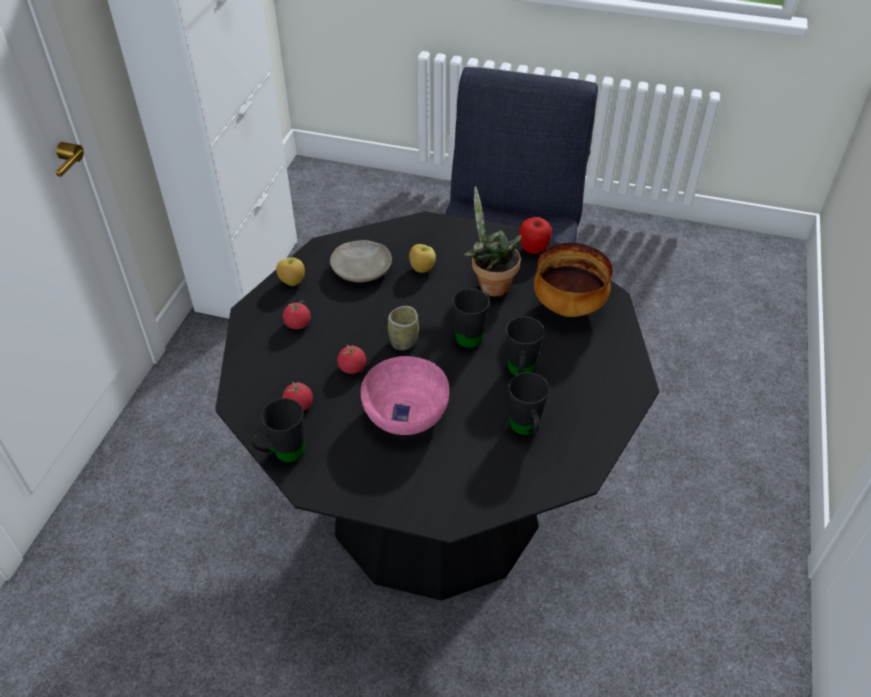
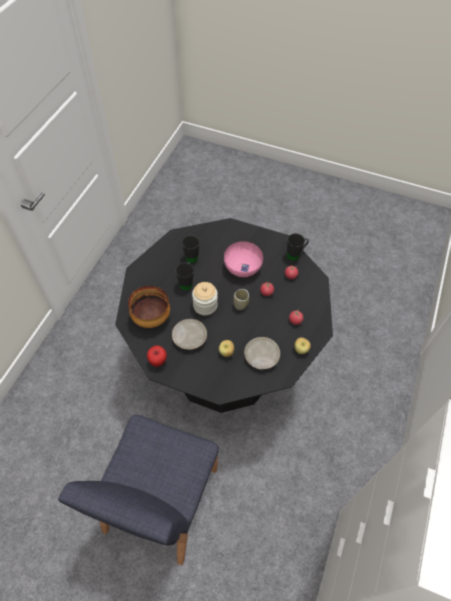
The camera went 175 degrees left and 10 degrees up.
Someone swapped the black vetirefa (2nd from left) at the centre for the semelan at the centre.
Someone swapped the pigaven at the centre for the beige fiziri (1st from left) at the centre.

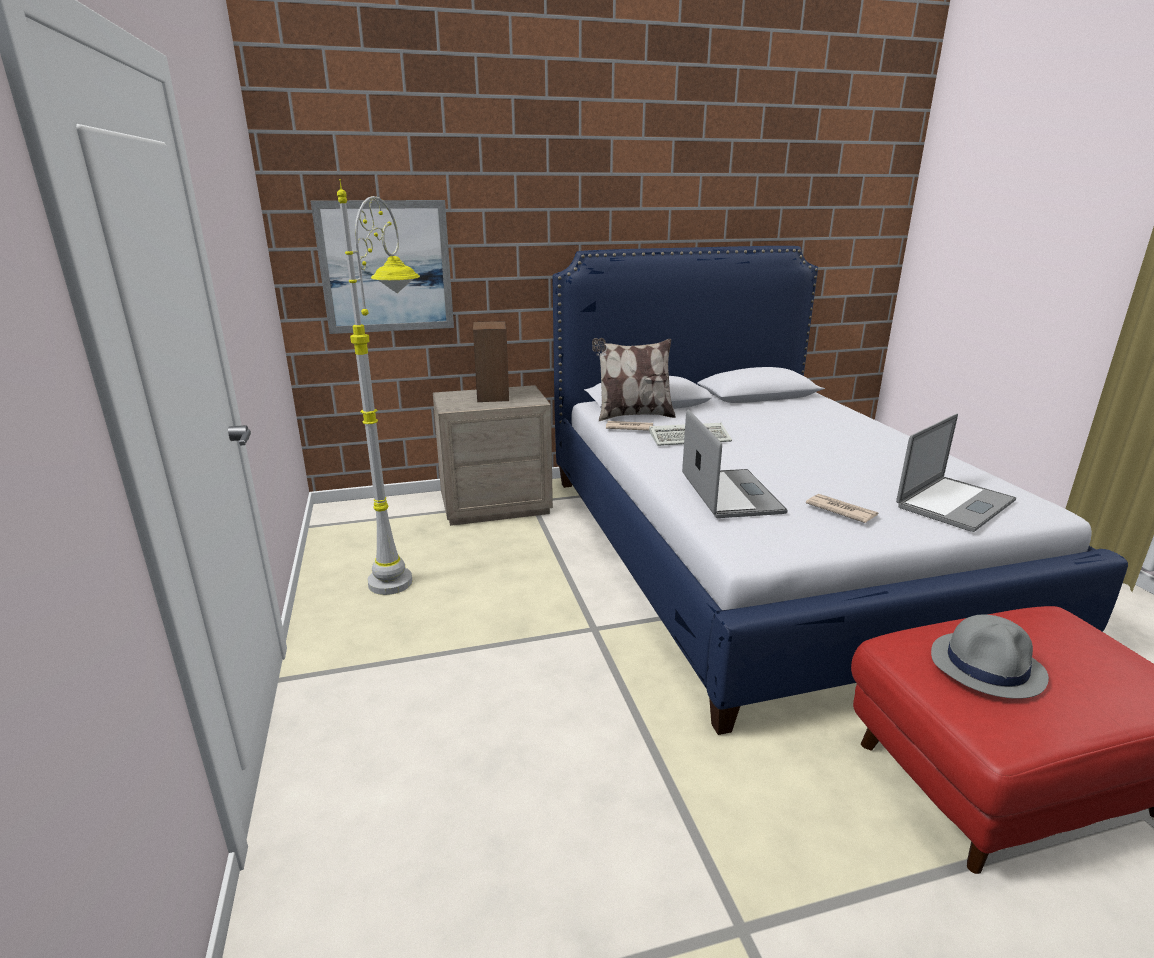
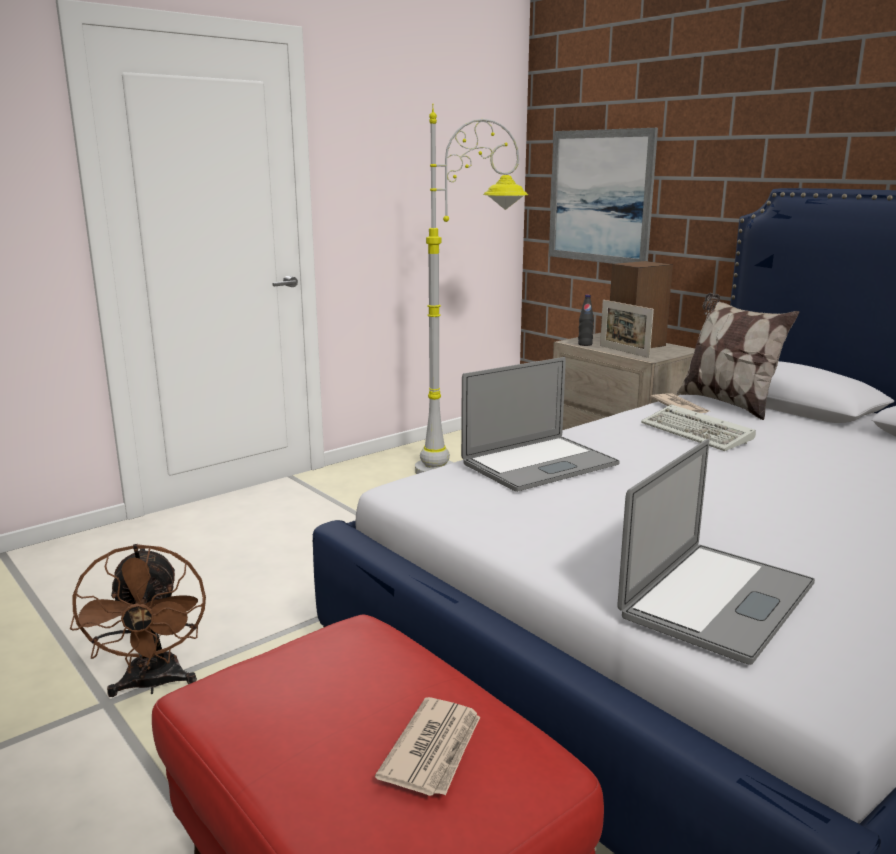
The camera went 65 degrees right and 5 degrees down.
Someone took away the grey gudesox at the bottom right.
Someone put down the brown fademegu at the bottom left.
Someone put down the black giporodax at the centre.
Someone put down the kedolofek at the middle right.
Someone carried the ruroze (2nd from left in the first image) from the middle right to the bottom centre.
Someone rotated the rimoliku (2nd from left) at the middle right by 75 degrees counterclockwise.

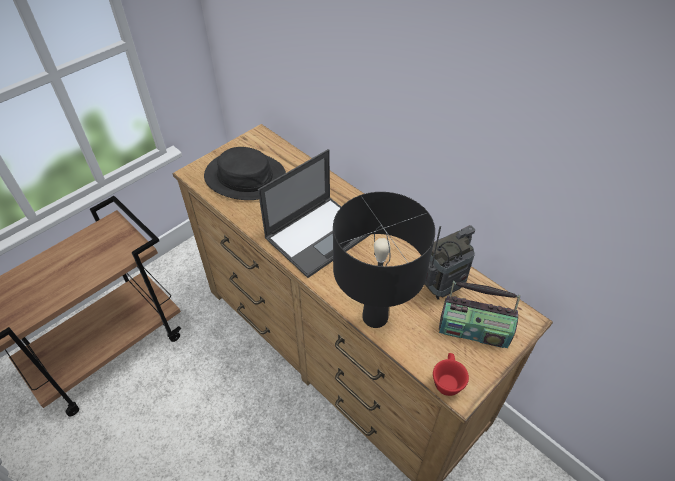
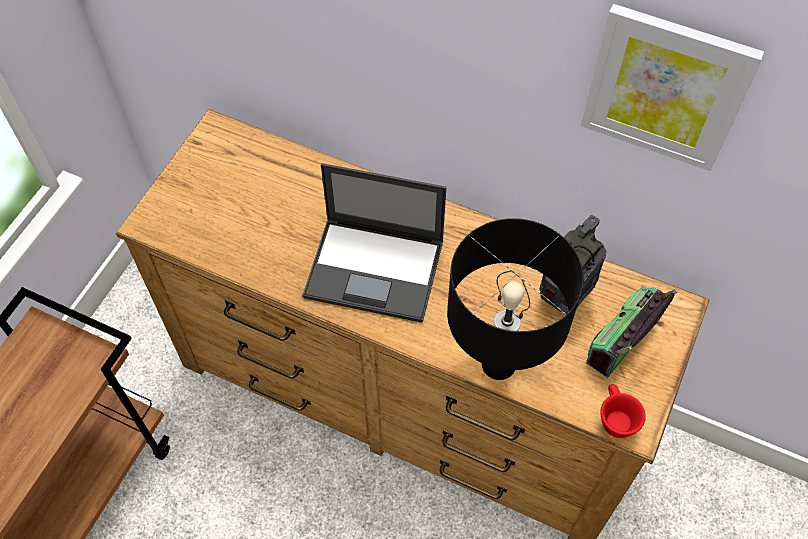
The camera went 20 degrees left and 10 degrees up.
Someone took away the black gudesox at the centre.
Someone put up the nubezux at the top right.
Someone rotated the rimoliku at the centre by 75 degrees clockwise.
Someone rotated the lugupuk (2nd from left) at the middle right by 135 degrees clockwise.

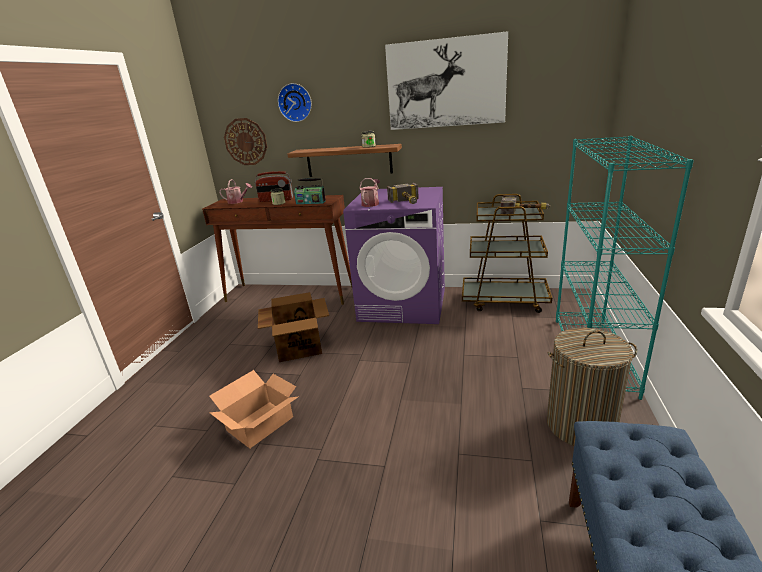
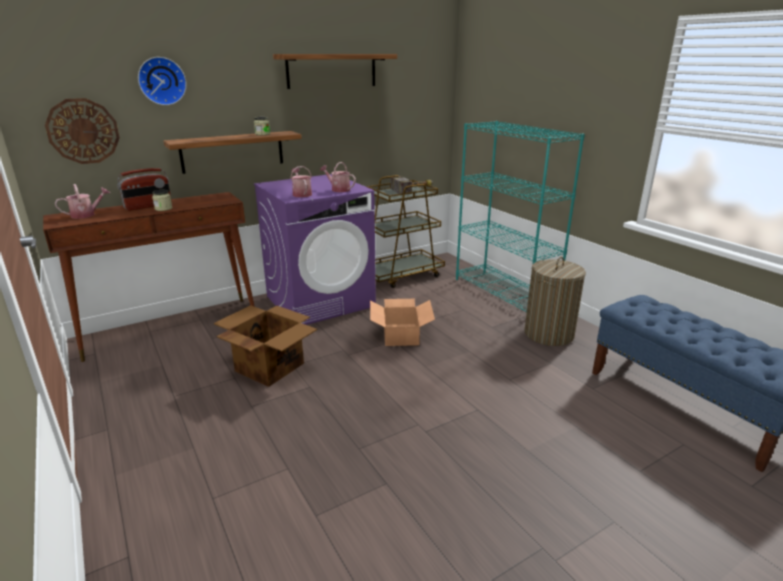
The camera went 45 degrees left and 0 degrees up.
Someone took away the lugupuk (2nd from left) at the centre.
Someone carried the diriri (1st from left in the first image) from the bottom left to the centre.
Someone swapped the nubezux at the top centre for the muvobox (2nd from left) at the top centre.
Someone swapped the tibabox (1st from left) at the centre for the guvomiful (3rd from left) at the top centre.

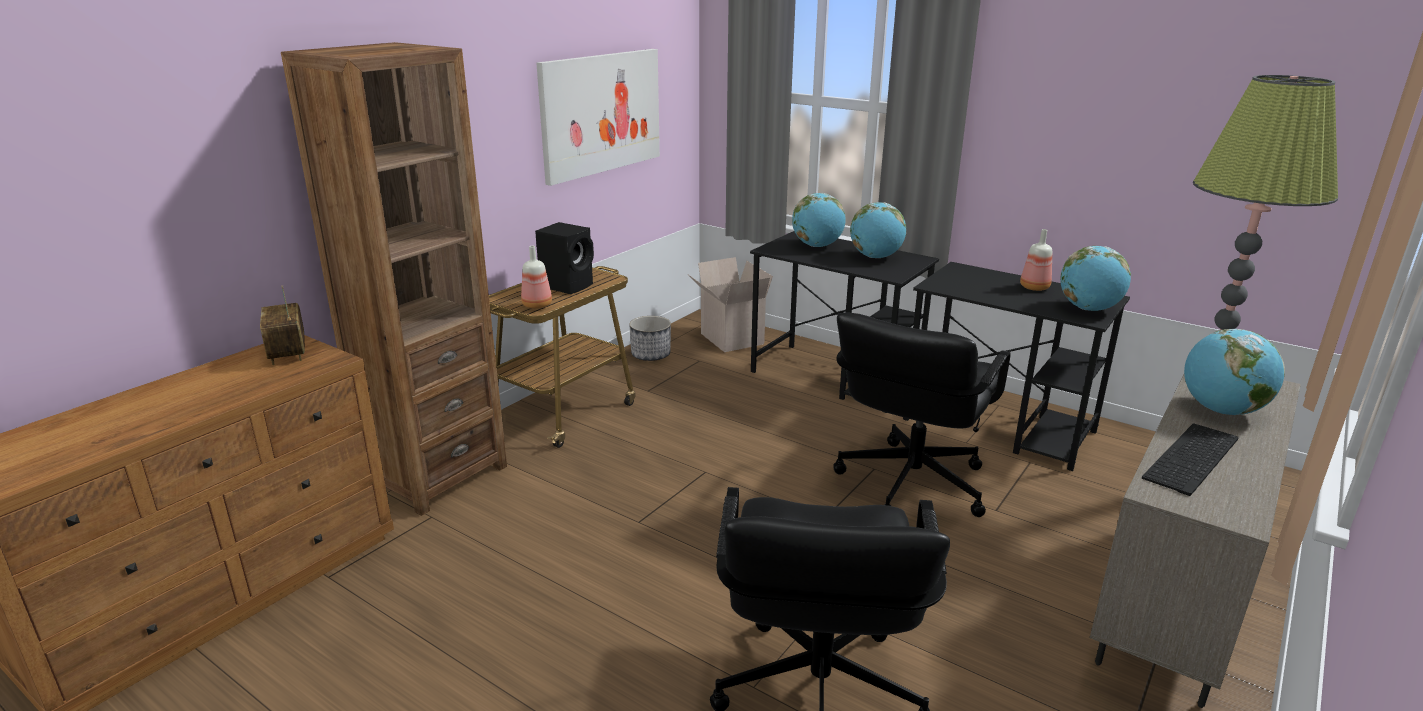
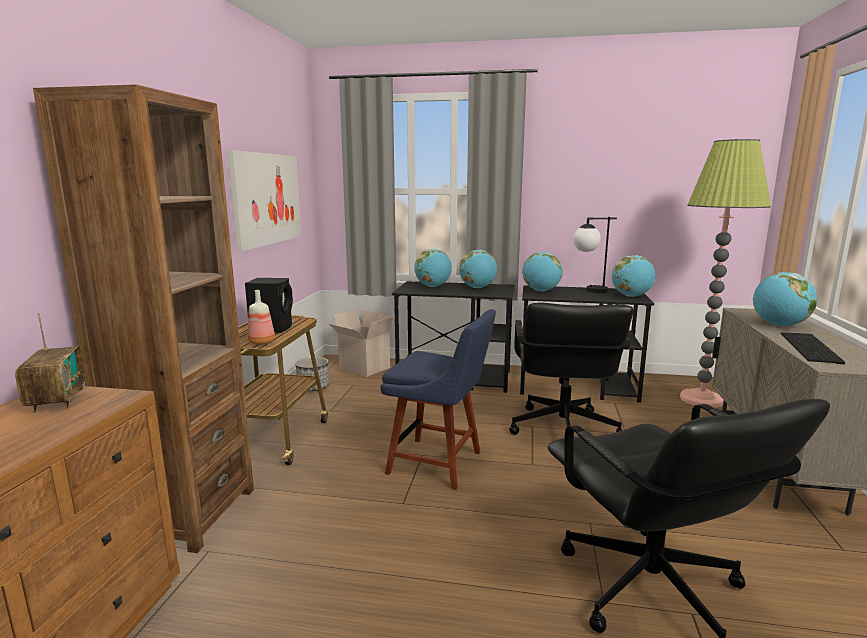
The camera went 25 degrees left and 10 degrees down.
Someone put down the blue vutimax at the centre.
Someone put down the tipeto (3rd from left) at the centre.
Someone swapped the giporodax (2nd from left) at the middle right for the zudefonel at the middle right.
Someone rotated the lugupuk at the middle left by 150 degrees counterclockwise.

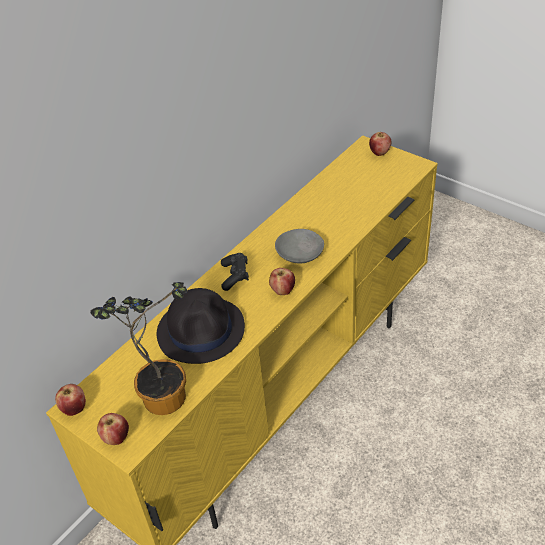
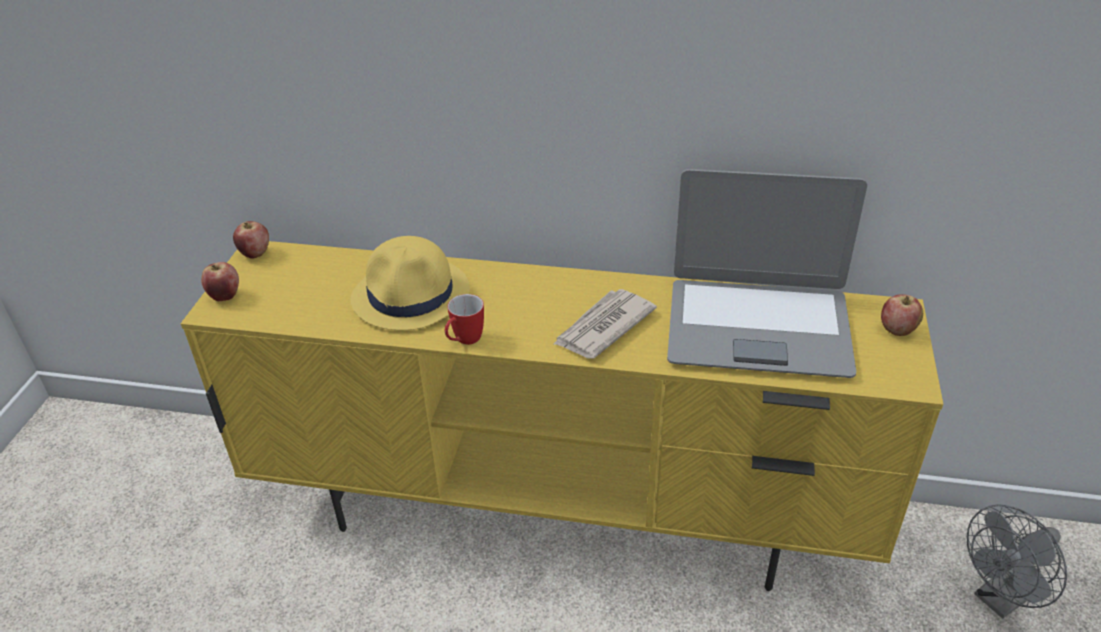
The camera went 60 degrees right and 5 degrees down.
Someone took away the pigaven at the middle left.
Someone took away the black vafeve at the centre.
Someone took away the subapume (3rd from left) at the centre.
Someone put down the vetirefa at the centre.
Someone put down the rimoliku at the middle right.
Someone put down the grey fademegu at the bottom right.
Someone swapped the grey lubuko at the centre for the ruroze at the centre.
Someone repainted the black gudesox at the centre, which became the yellow gudesox at the centre.

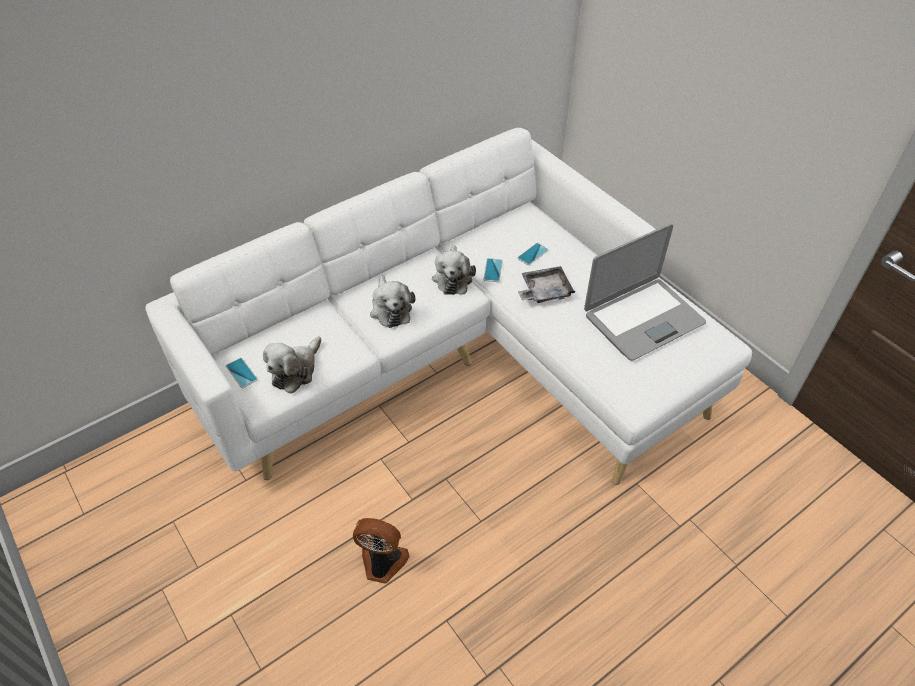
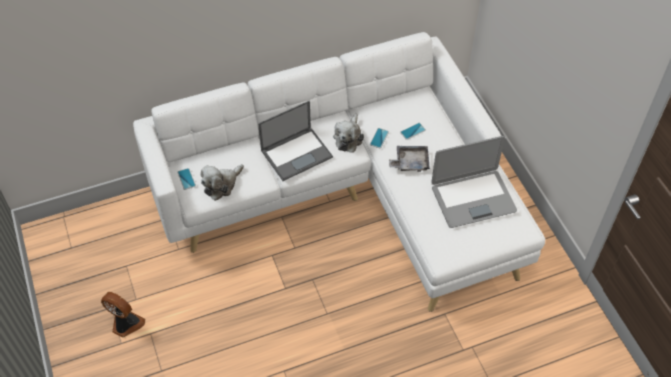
The camera went 15 degrees right and 5 degrees up.
Someone carried the fademegu from the bottom centre to the bottom left.
Someone swapped the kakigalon (2nd from left) at the centre for the rimoliku (1st from left) at the centre.

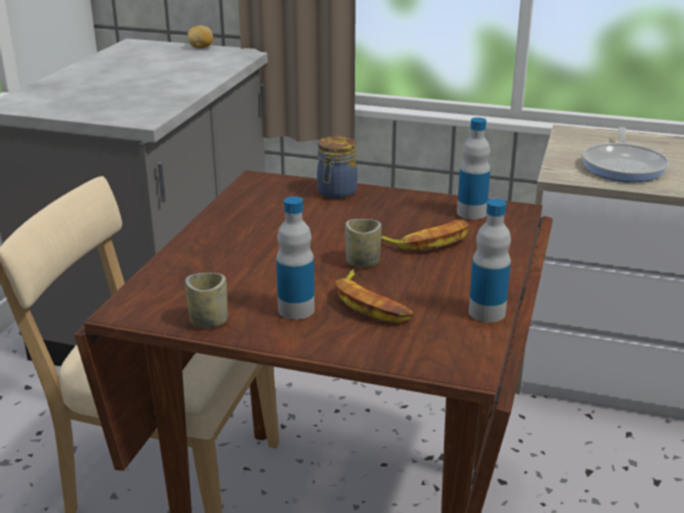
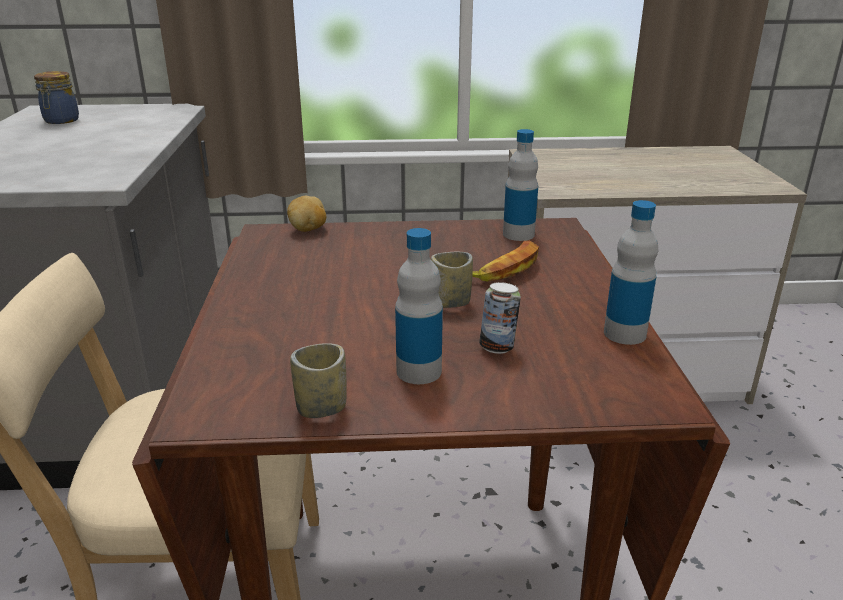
The camera went 20 degrees left and 0 degrees up.
Someone took away the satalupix at the top right.
Someone carried the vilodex from the top left to the centre.
Someone carried the semelan from the top centre to the top left.
Someone swapped the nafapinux (1st from left) at the centre for the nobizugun at the centre.

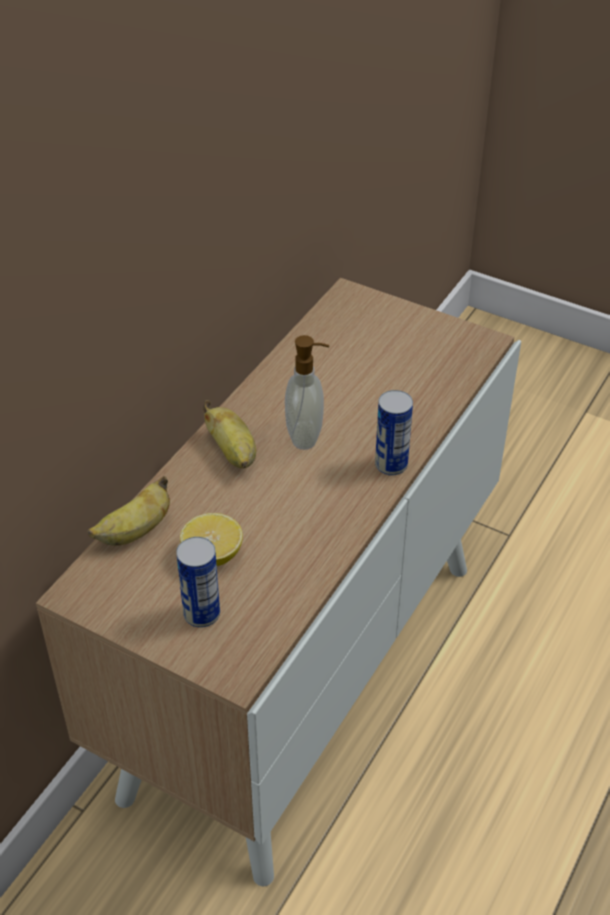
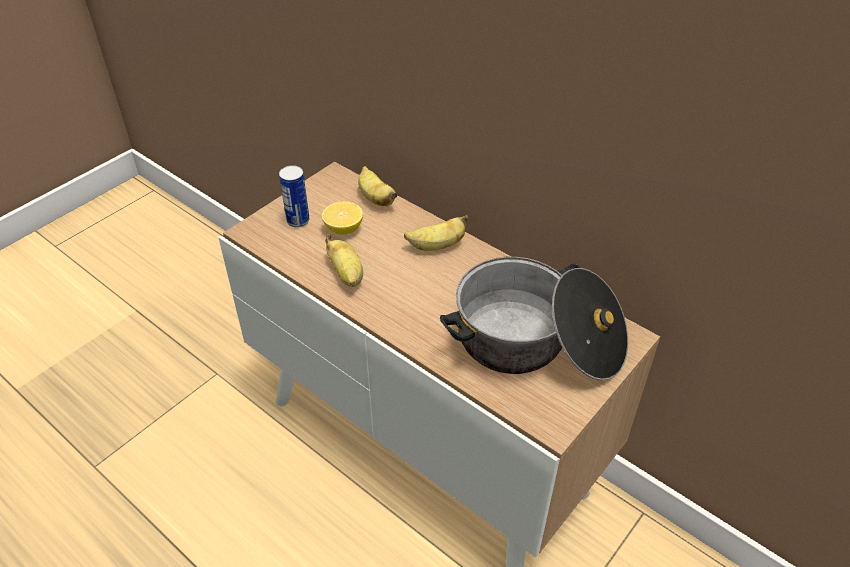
The camera went 100 degrees right and 0 degrees up.
Someone took away the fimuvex at the centre.
Someone took away the nobizugun (2nd from left) at the centre.
Someone put down the nafapinux (1st from left) at the centre.
Someone put down the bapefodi at the centre.

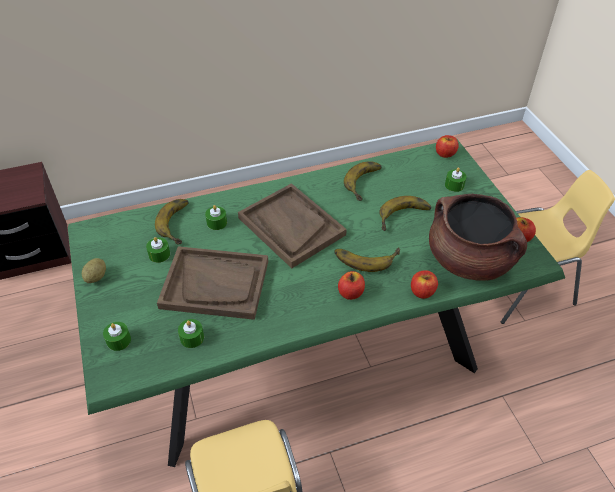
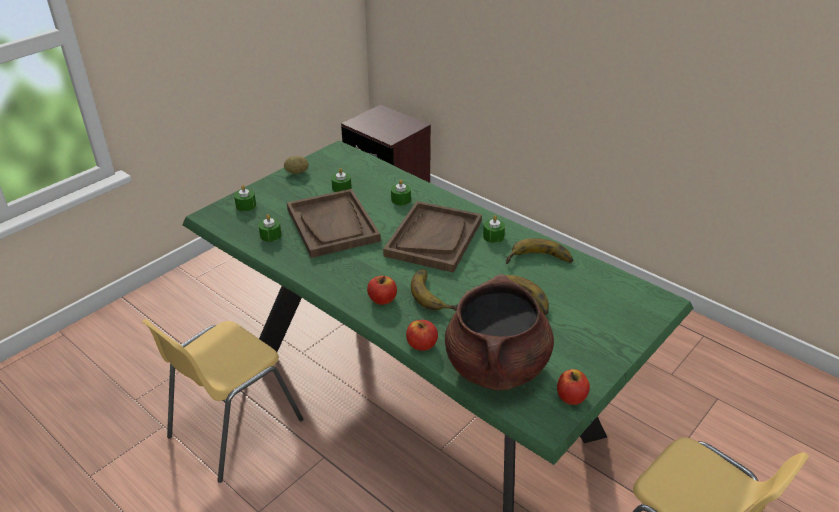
The camera went 60 degrees right and 10 degrees down.
Someone took away the nafapinux (1st from left) at the middle left.
Someone took away the subapume (3rd from left) at the top right.
Someone carried the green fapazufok (5th from left) from the middle right to the centre.

